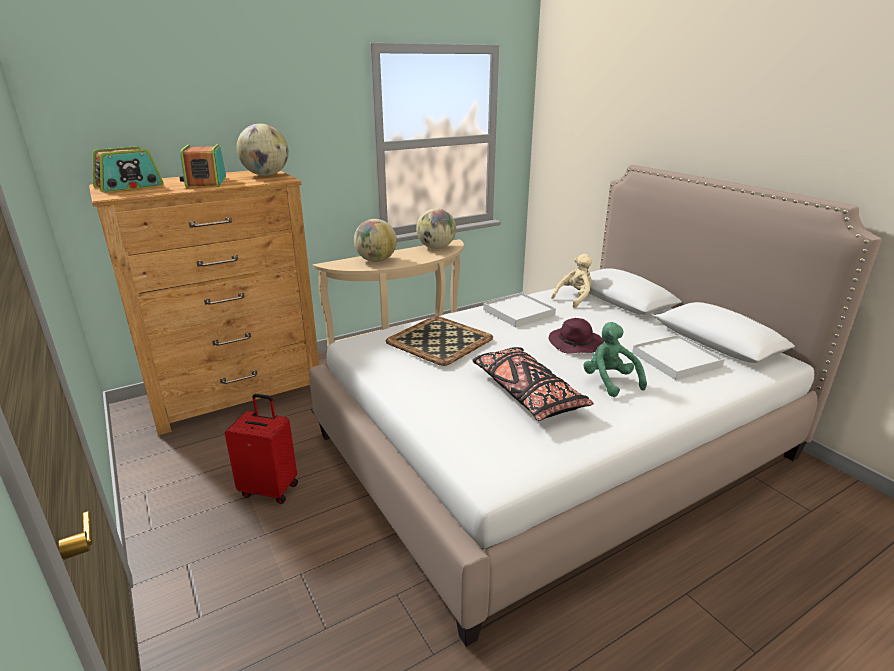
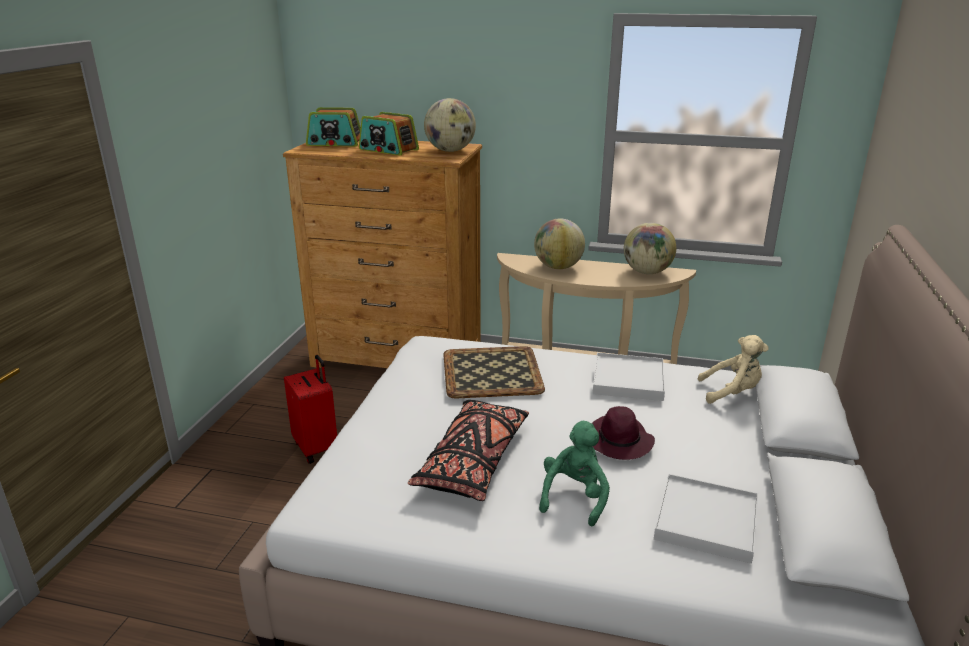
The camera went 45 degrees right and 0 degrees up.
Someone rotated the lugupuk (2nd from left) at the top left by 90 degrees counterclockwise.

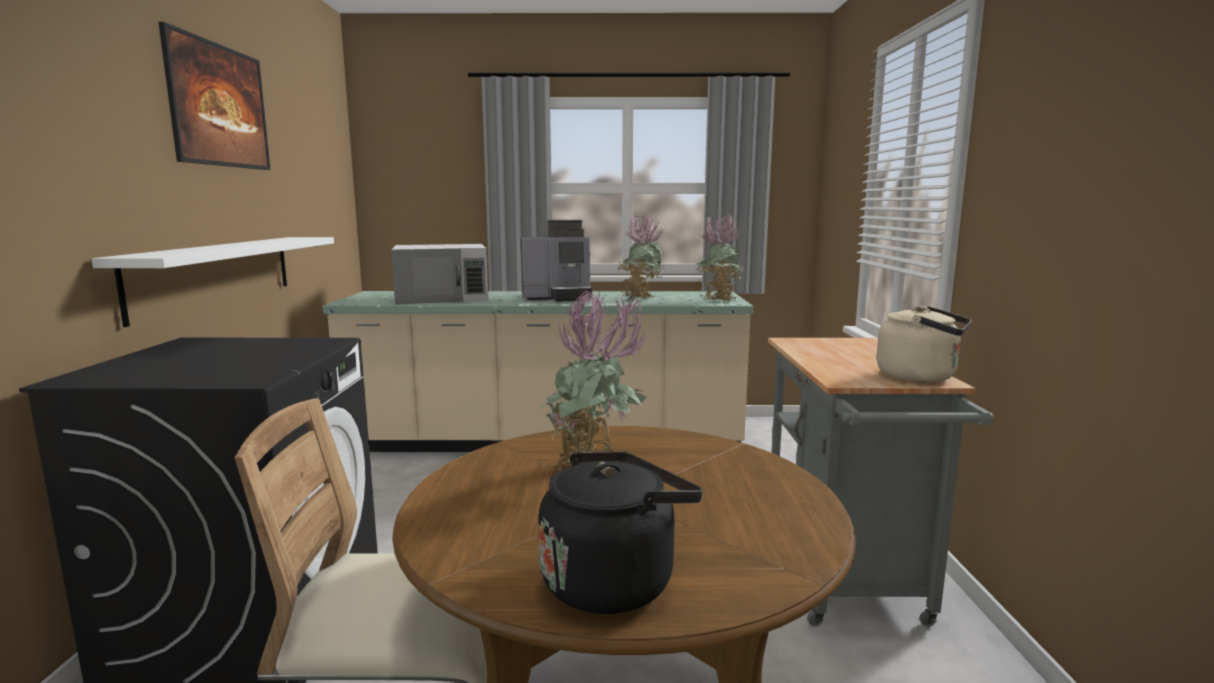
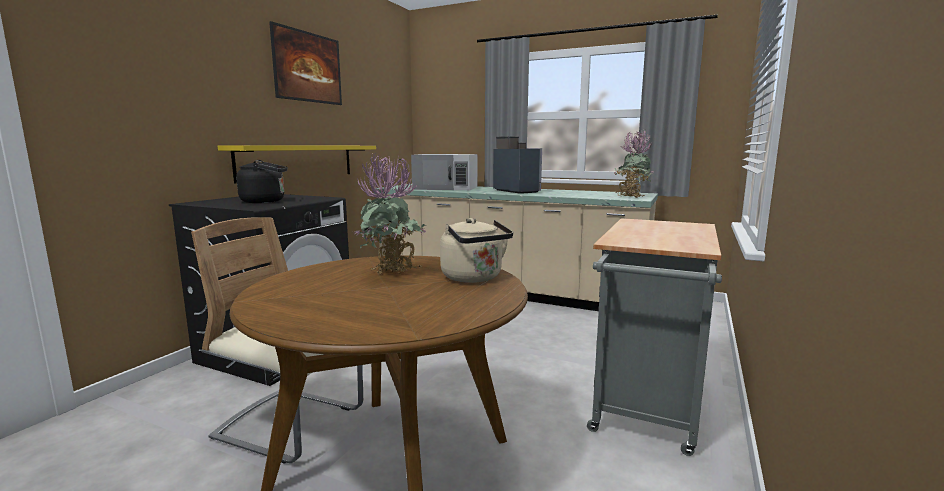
The camera went 25 degrees right and 0 degrees up.
Someone took away the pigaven (2nd from left) at the centre.
Someone carried the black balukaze from the bottom centre to the middle left.
Someone carried the beige balukaze from the middle right to the centre.
Someone repainted the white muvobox at the middle left, which became the yellow muvobox at the middle left.
Someone rotated the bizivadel at the centre by 135 degrees counterclockwise.

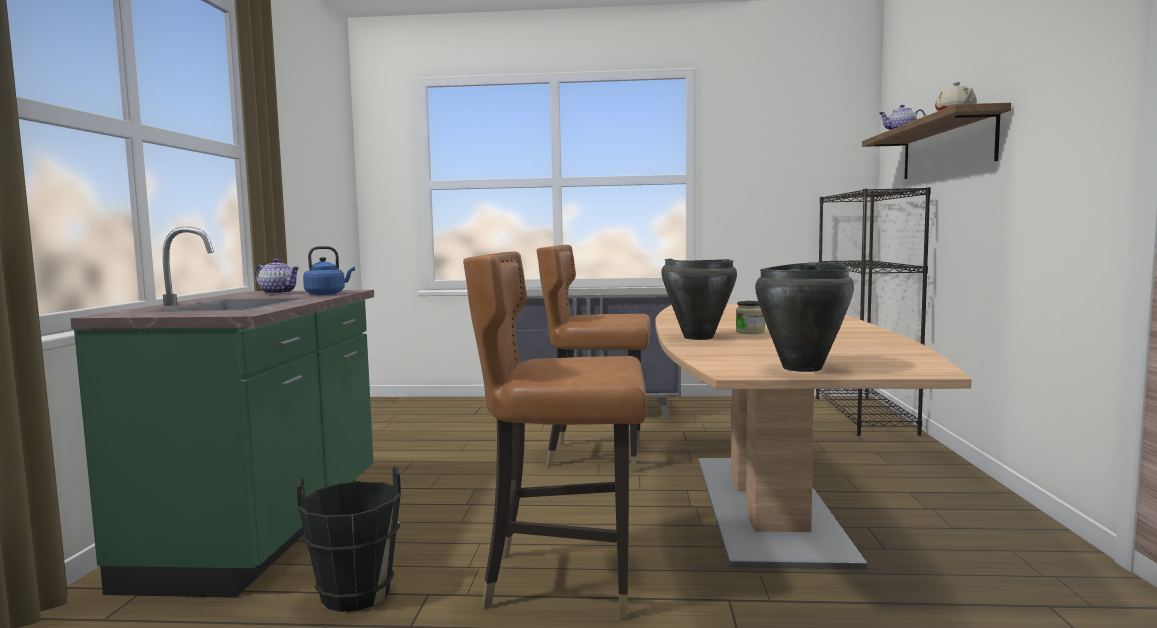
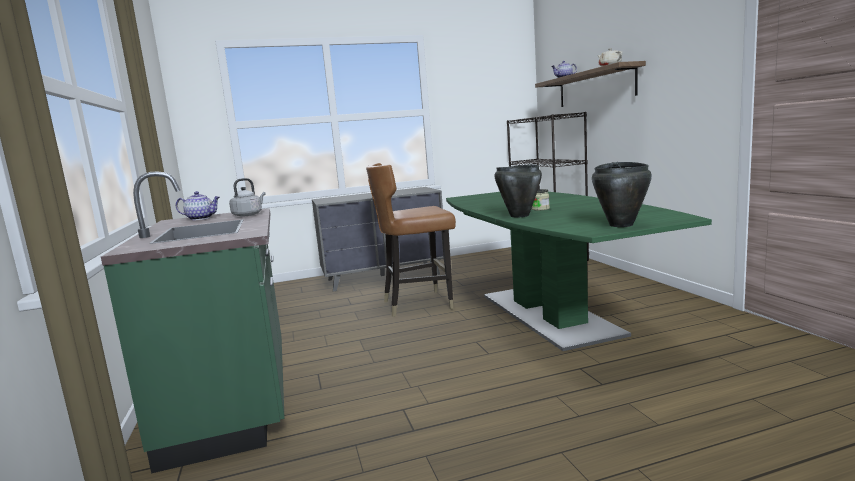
The camera went 20 degrees left and 5 degrees up.
Someone took away the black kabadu at the bottom left.
Someone took away the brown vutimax (1st from left) at the bottom centre.
Someone repainted the blue balukaze at the middle left, which became the grey balukaze at the middle left.
Someone repainted the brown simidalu at the bottom right, which became the green simidalu at the middle right.

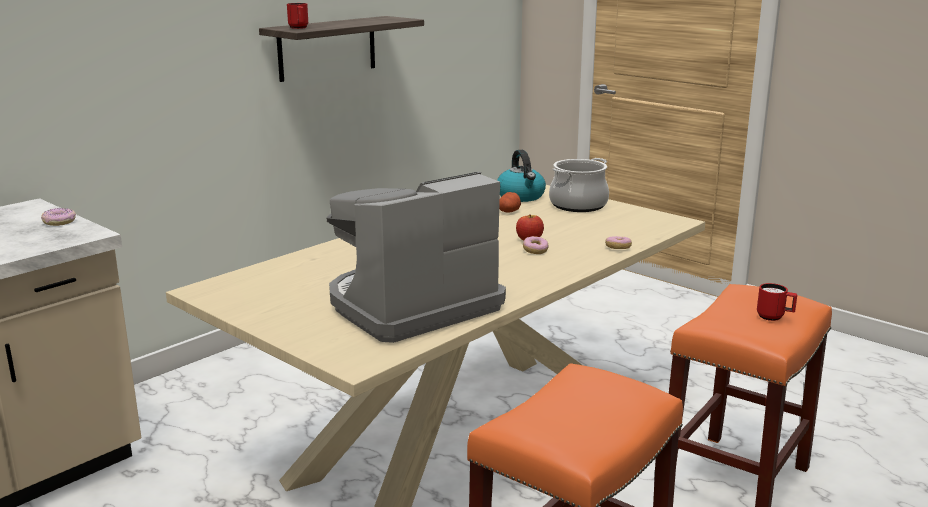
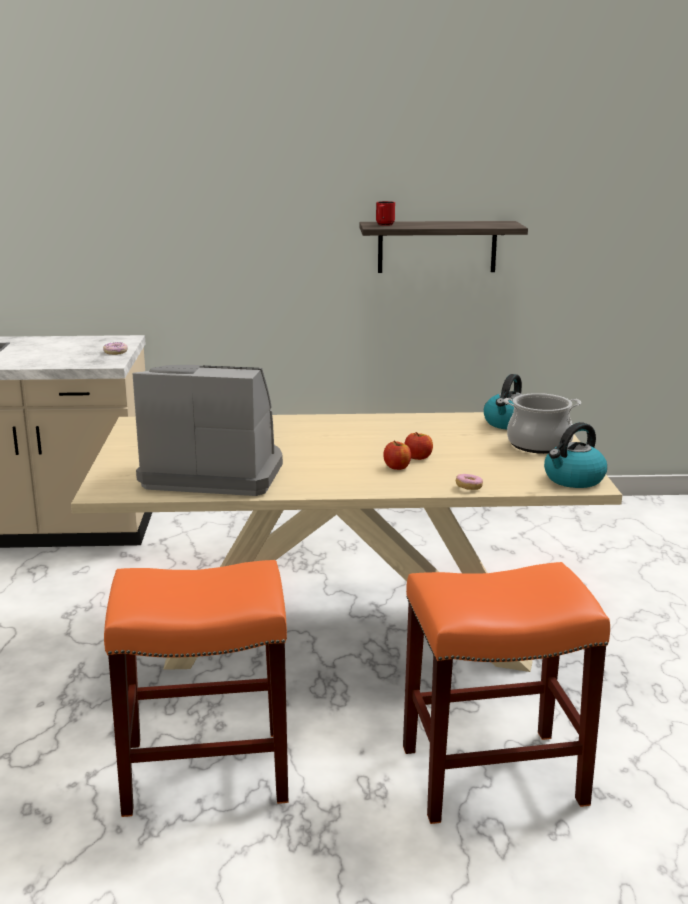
The camera went 45 degrees right and 0 degrees up.
Someone took away the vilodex at the centre.
Someone took away the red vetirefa (2nd from left) at the middle right.
Someone put down the balukaze (2nd from left) at the middle right.
Someone swapped the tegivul (2nd from left) at the centre for the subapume (1st from left) at the centre.

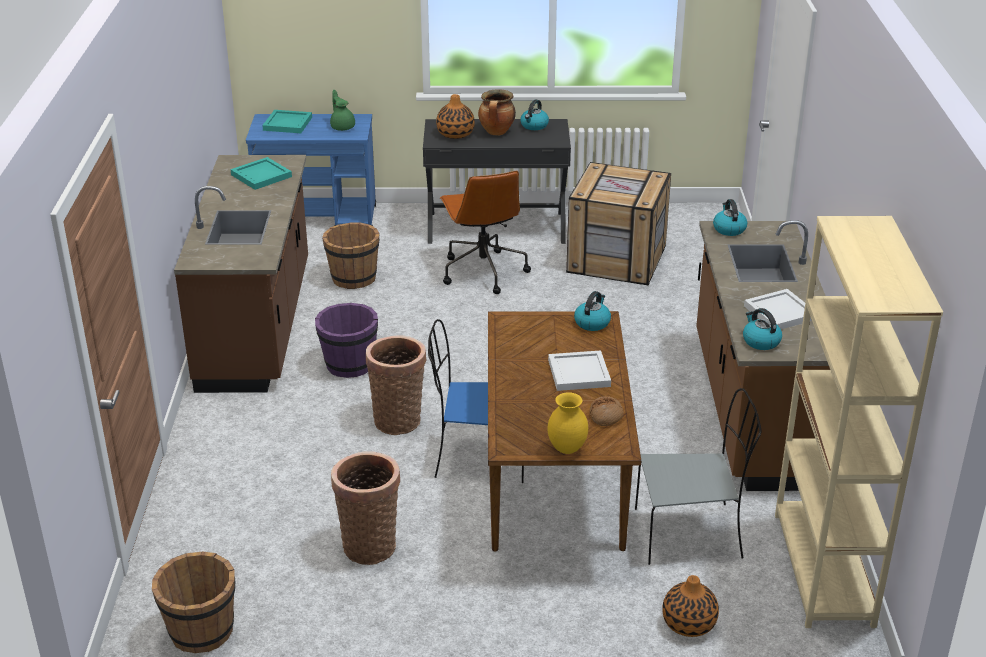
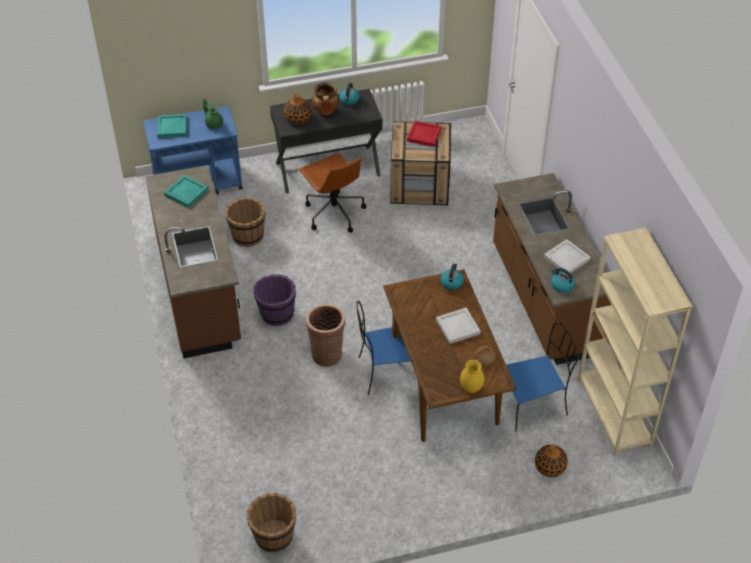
The camera went 15 degrees left and 15 degrees up.
Someone took away the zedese (1st from left) at the bottom centre.
Someone took away the balukaze (3rd from left) at the top right.
Someone put down the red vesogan at the top centre.
Someone repainted the grey vutimax at the bottom right, which became the blue vutimax (2nd from left) at the bottom right.

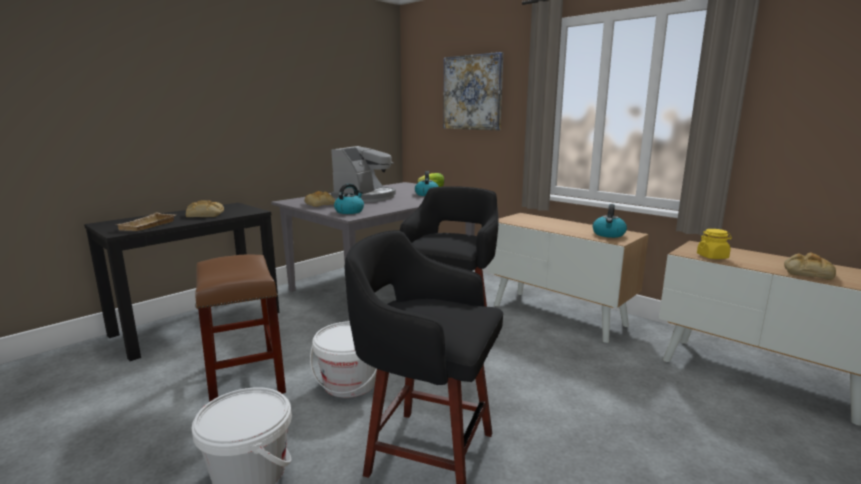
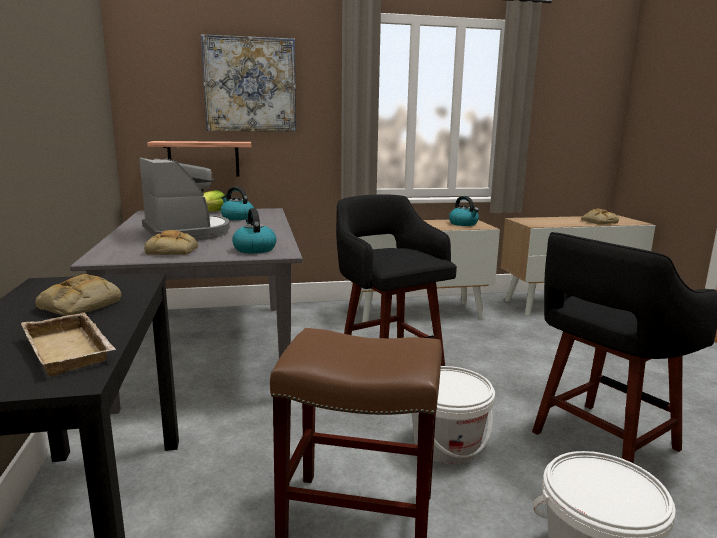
The camera went 55 degrees left and 0 degrees up.
Someone took away the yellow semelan at the middle right.
Someone put up the muvobox at the top left.

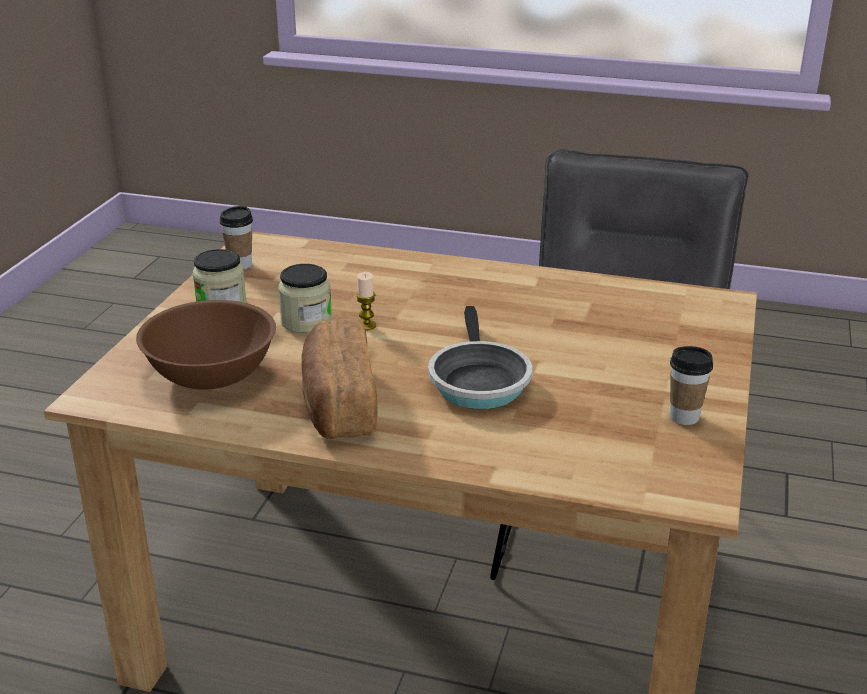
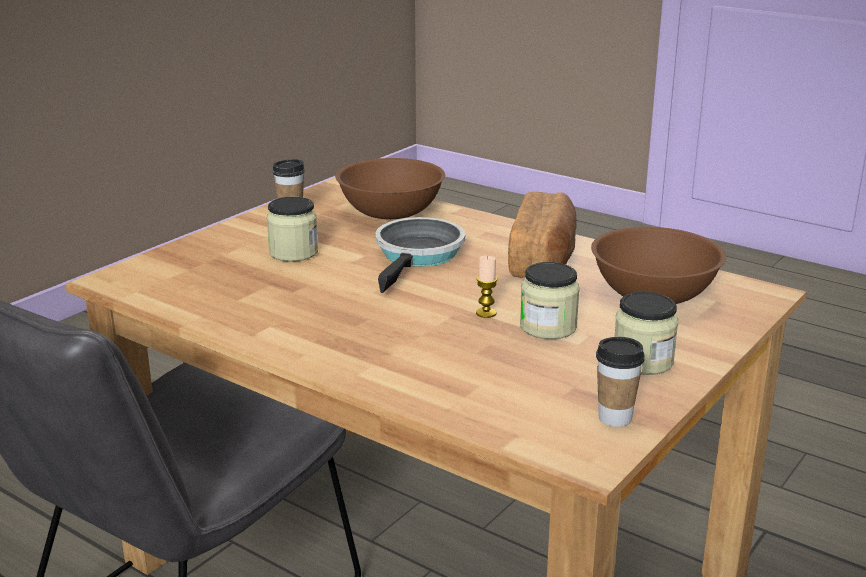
The camera went 160 degrees left and 5 degrees down.
Someone put down the semelan (1st from left) at the centre.
Someone put down the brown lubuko (1st from left) at the top centre.

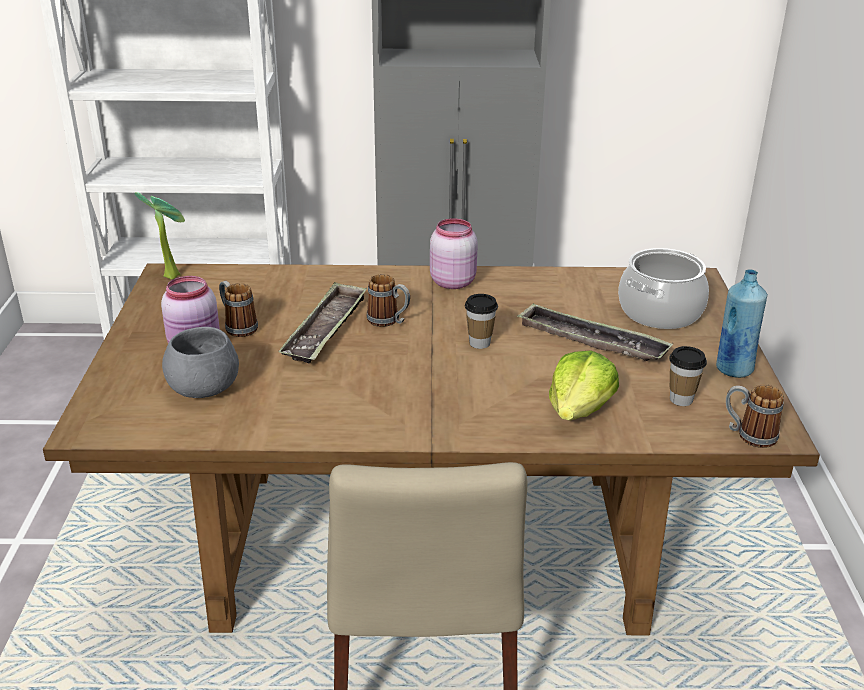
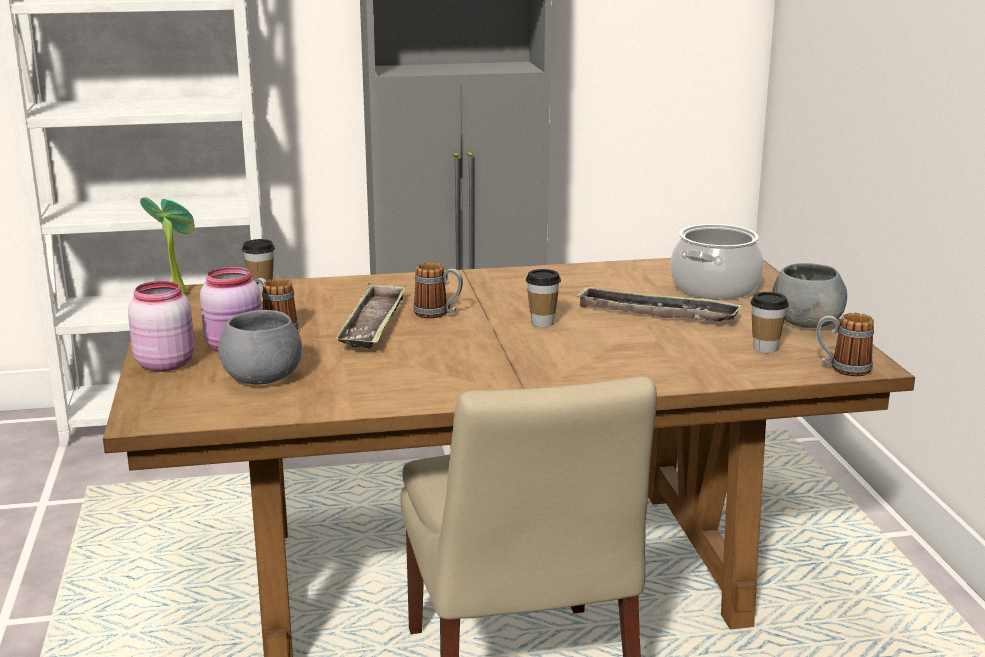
The camera went 10 degrees left and 10 degrees down.
Someone took away the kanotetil at the middle right.
Someone put down the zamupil (1st from left) at the middle left.
Someone carried the pink semelan (2nd from left in the first image) from the centre to the middle left.
Someone swapped the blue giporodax at the middle right for the grey lubuko (2nd from left) at the middle right.

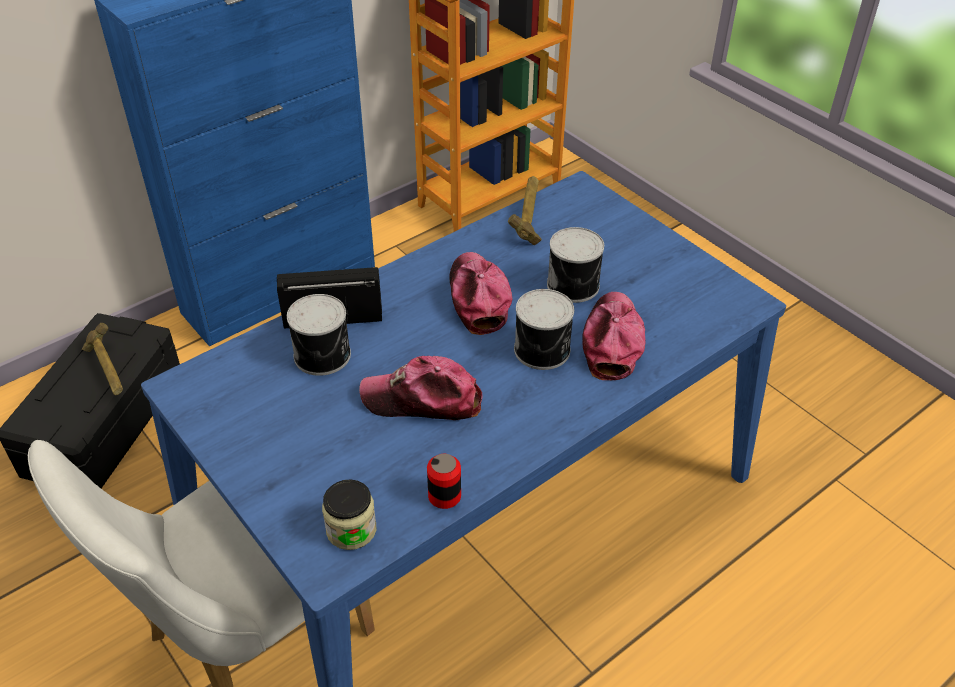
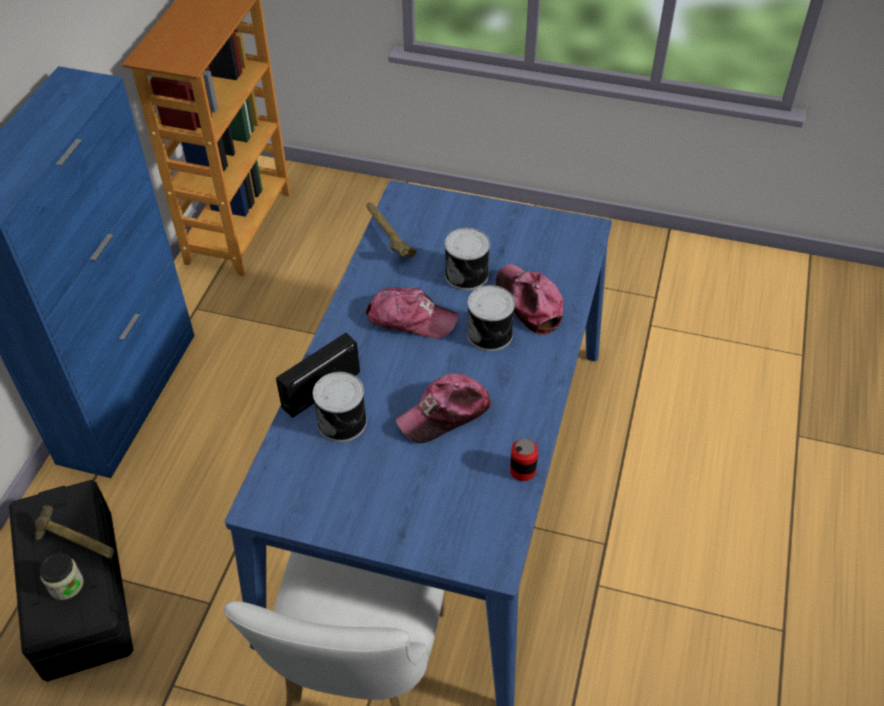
The camera went 35 degrees left and 5 degrees up.
Someone carried the semelan from the bottom centre to the bottom left.
Someone rotated the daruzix (2nd from left in the first image) at the centre by 150 degrees clockwise.

